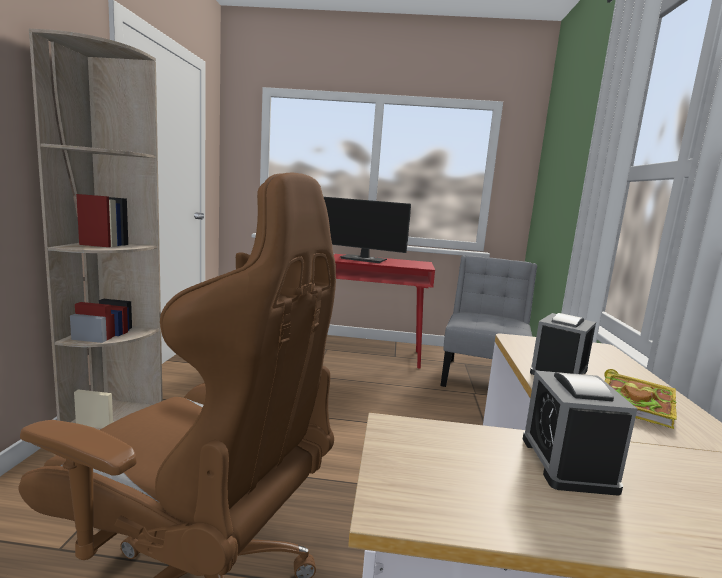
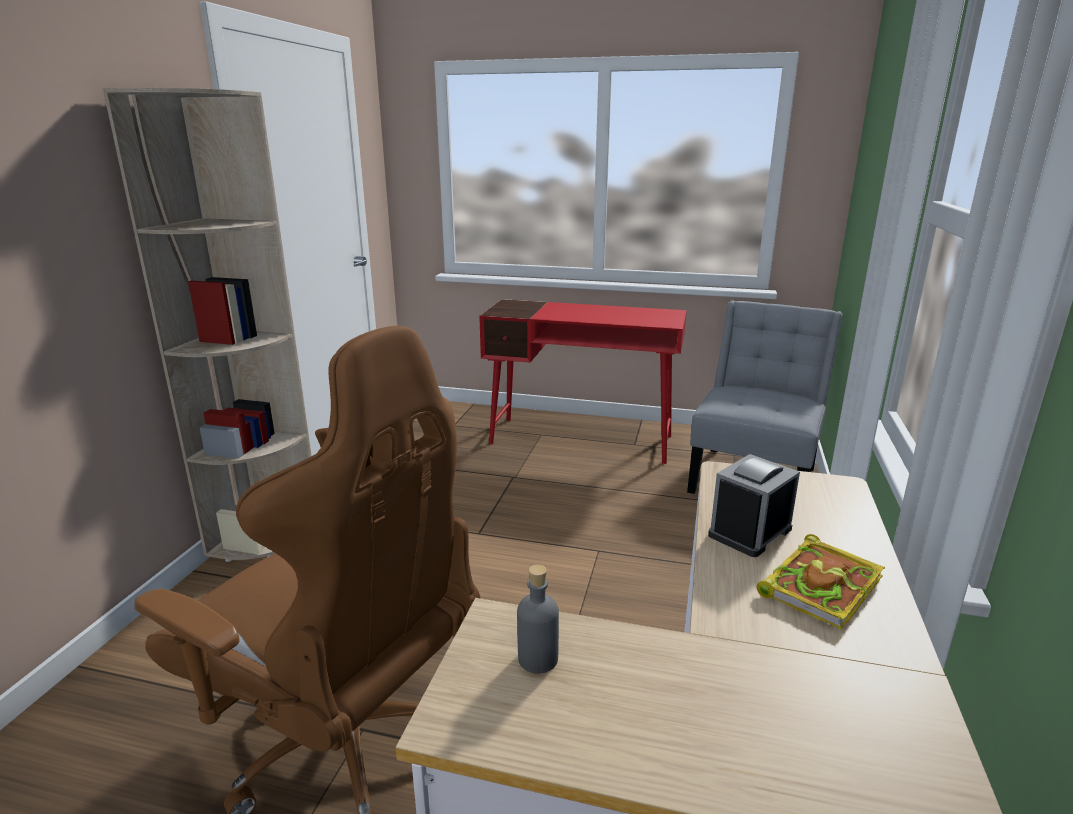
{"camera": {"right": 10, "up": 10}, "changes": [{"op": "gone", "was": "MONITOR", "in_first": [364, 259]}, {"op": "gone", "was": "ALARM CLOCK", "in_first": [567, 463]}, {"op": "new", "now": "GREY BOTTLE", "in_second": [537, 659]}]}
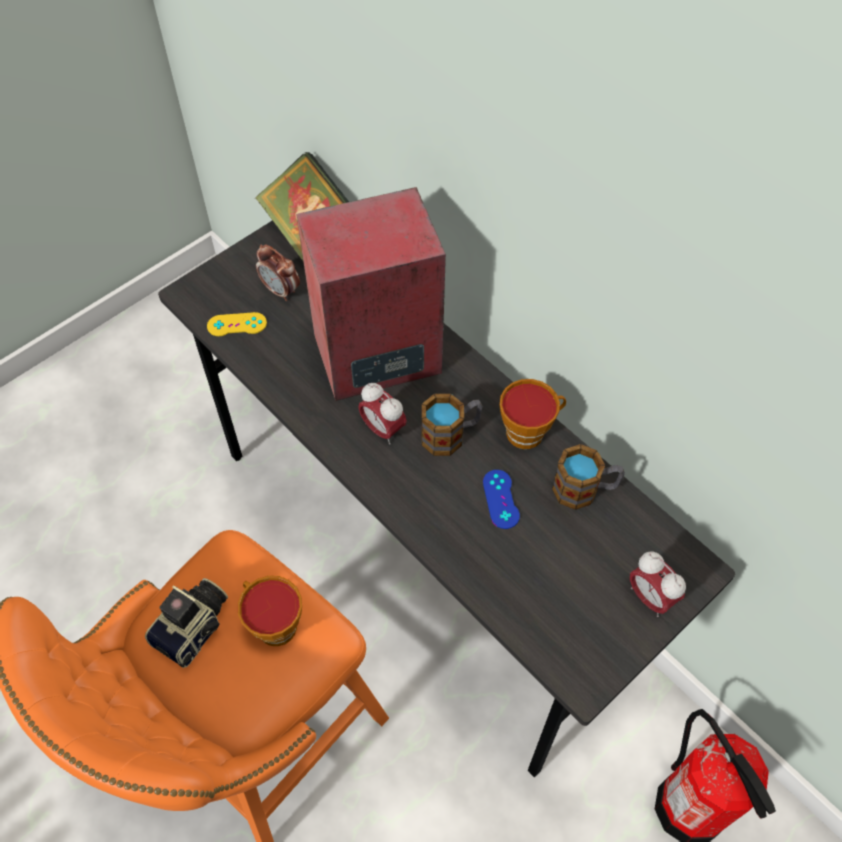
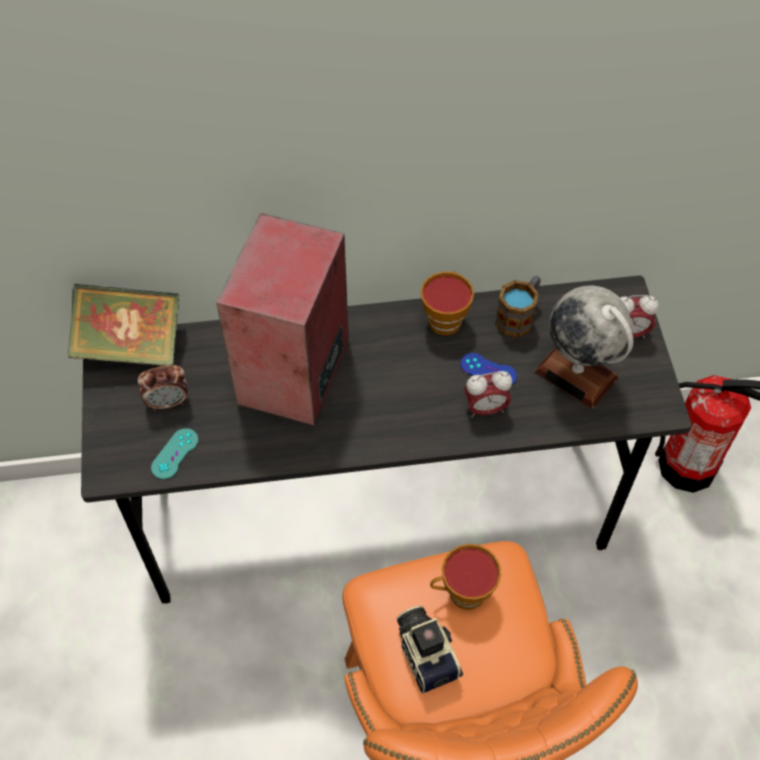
{"camera": {"right": -55, "up": 0}, "changes": [{"op": "repainted", "was": "YELLOW GAME CONTROLLER", "now": "TURQUOISE GAME CONTROLLER", "in_first": [237, 324], "in_second": [175, 454]}, {"op": "shifted", "was": "ALARM CLOCK", "in_first": [383, 429], "in_second": [485, 408]}, {"op": "gone", "was": "MUG", "in_first": [451, 434]}, {"op": "new", "now": "GLOBE", "in_second": [576, 374]}]}
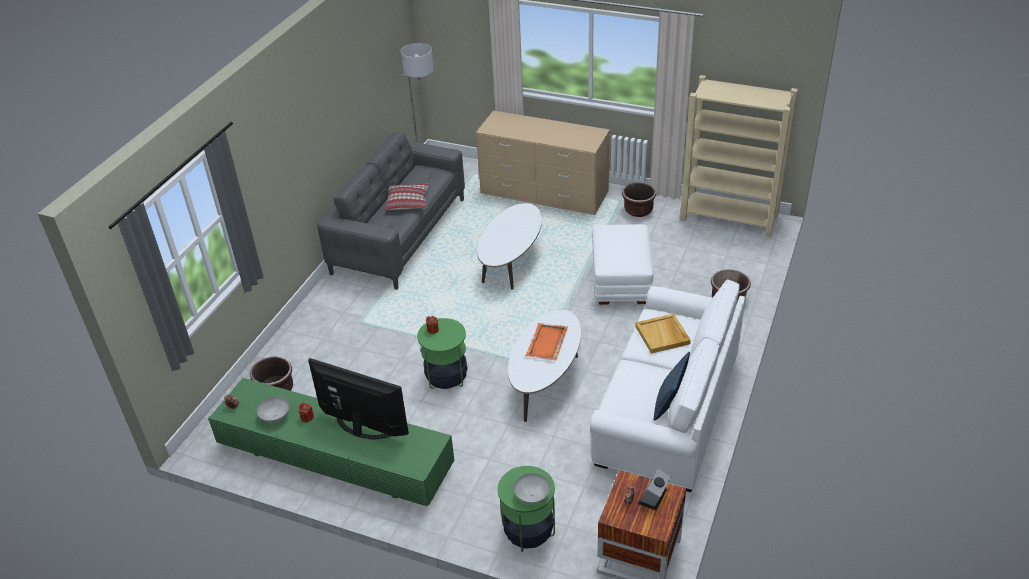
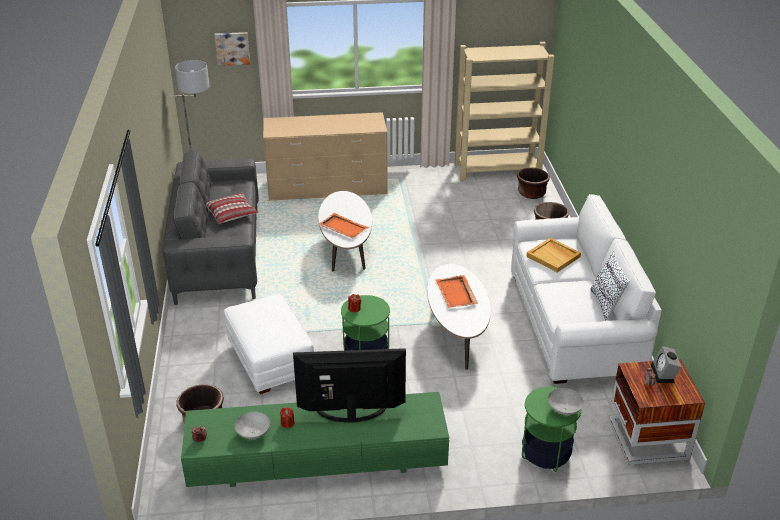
{"camera": {"right": -30, "up": -5}, "changes": [{"op": "shifted", "was": "BROWN PLANTER", "in_first": [638, 210], "in_second": [531, 193]}, {"op": "shifted", "was": "WHITE OTTOMAN", "in_first": [621, 281], "in_second": [270, 361]}, {"op": "repainted", "was": "BLUE PILLOW", "now": "WHITE PILLOW", "in_first": [669, 404], "in_second": [605, 304]}, {"op": "new", "now": "PICTURE", "in_second": [232, 48]}, {"op": "new", "now": "ORANGE TRAY", "in_second": [343, 227]}]}
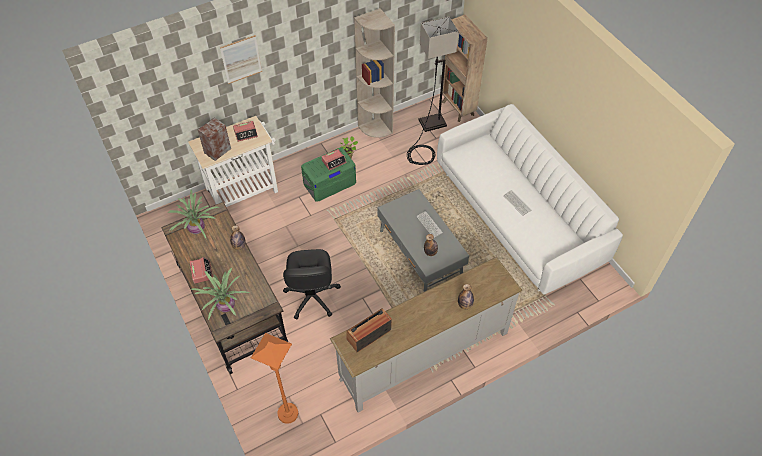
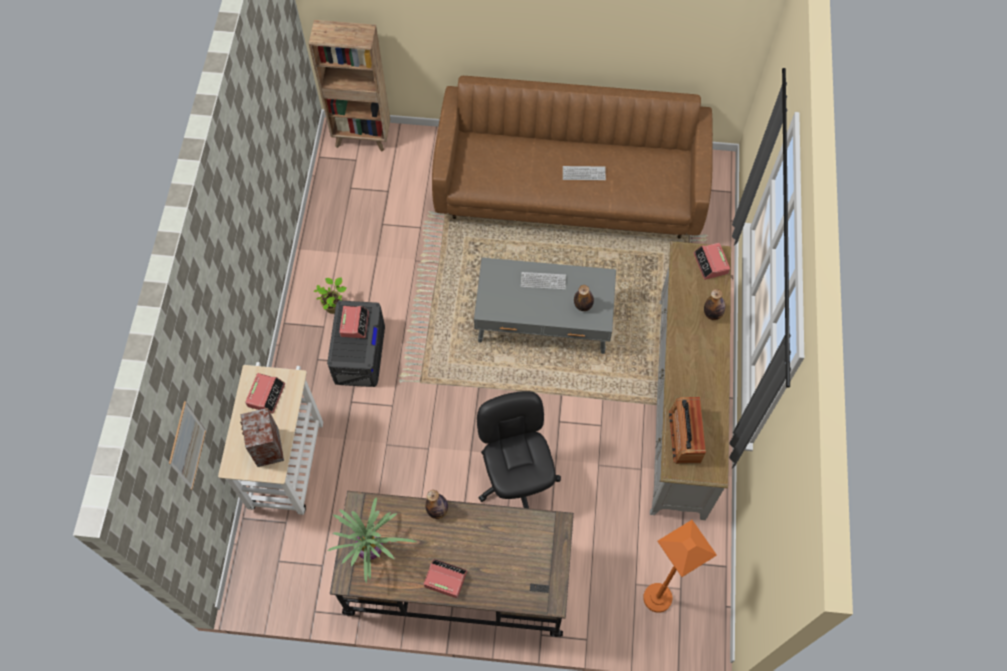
{"camera": {"right": -55, "up": 10}, "changes": [{"op": "gone", "was": "BEIGE BOOKCASE", "in_first": [375, 131]}, {"op": "gone", "was": "FLOOR LAMP", "in_first": [425, 140]}, {"op": "shifted", "was": "PICTURE", "in_first": [241, 59], "in_second": [187, 446]}, {"op": "repainted", "was": "WHITE SOFA", "now": "BROWN SOFA", "in_first": [517, 217], "in_second": [570, 188]}, {"op": "repainted", "was": "GREEN STORAGE BOX", "now": "GREY STORAGE BOX", "in_first": [329, 183], "in_second": [359, 352]}, {"op": "rotated", "was": "BLACK OFFICE CHAIR", "in_first": [312, 297], "in_second": [516, 477], "clockwise": -135}, {"op": "gone", "was": "POTTED PLANT", "in_first": [225, 306]}, {"op": "new", "now": "ALARM CLOCK", "in_second": [711, 263]}]}
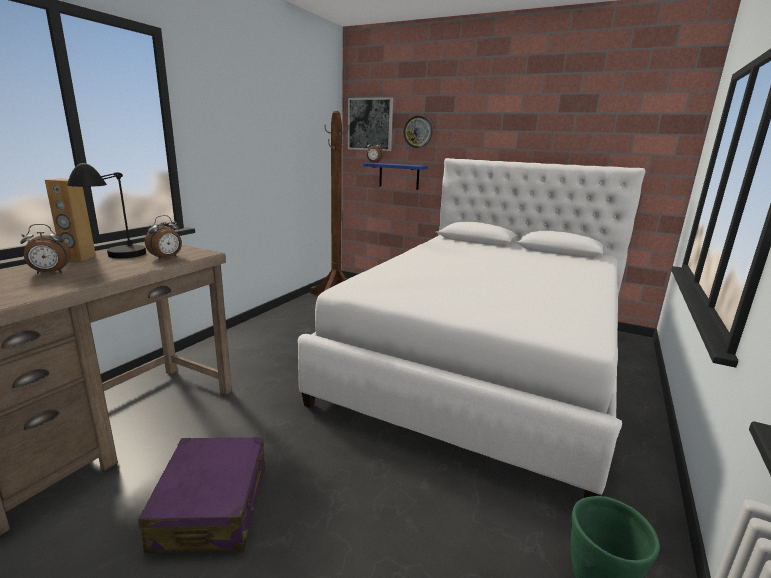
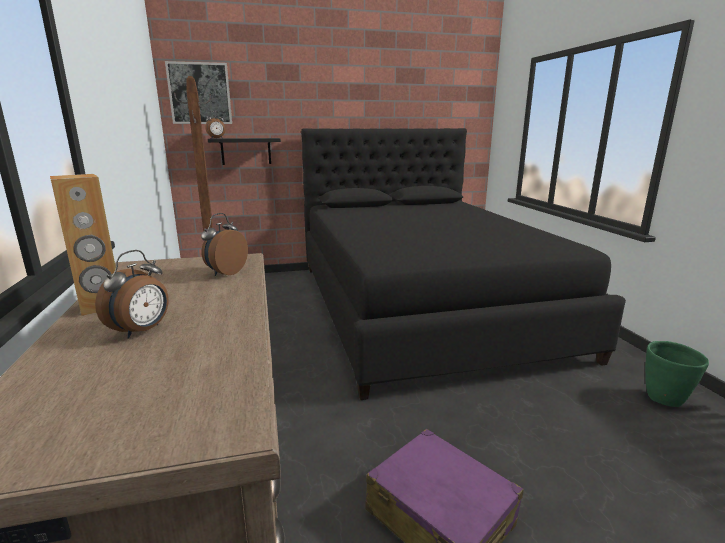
{"camera": {"right": -40, "up": 0}, "changes": [{"op": "gone", "was": "WALL CLOCK", "in_first": [418, 132]}, {"op": "repainted", "was": "WHITE BED", "now": "BLACK BED", "in_first": [485, 360], "in_second": [422, 306]}, {"op": "gone", "was": "BLACK TABLE LAMP", "in_first": [118, 262]}, {"op": "repainted", "was": "BLUE SHELF", "now": "BLACK SHELF", "in_first": [399, 176], "in_second": [246, 151]}, {"op": "rotated", "was": "ALARM CLOCK", "in_first": [167, 258], "in_second": [225, 272], "clockwise": -150}]}
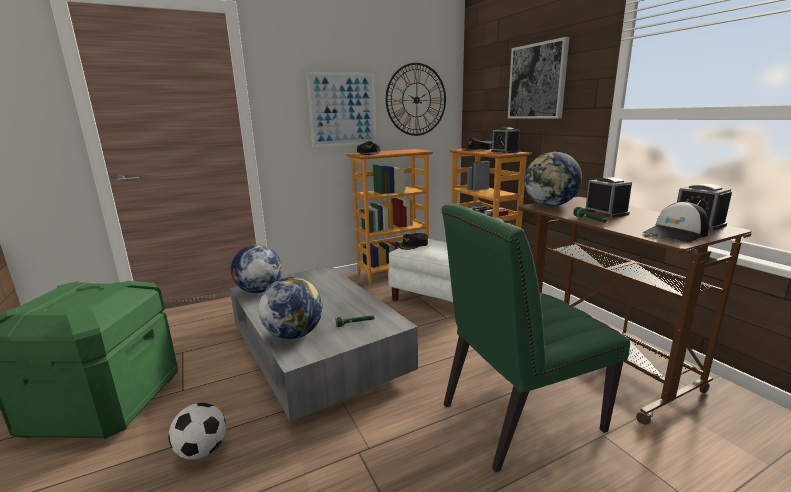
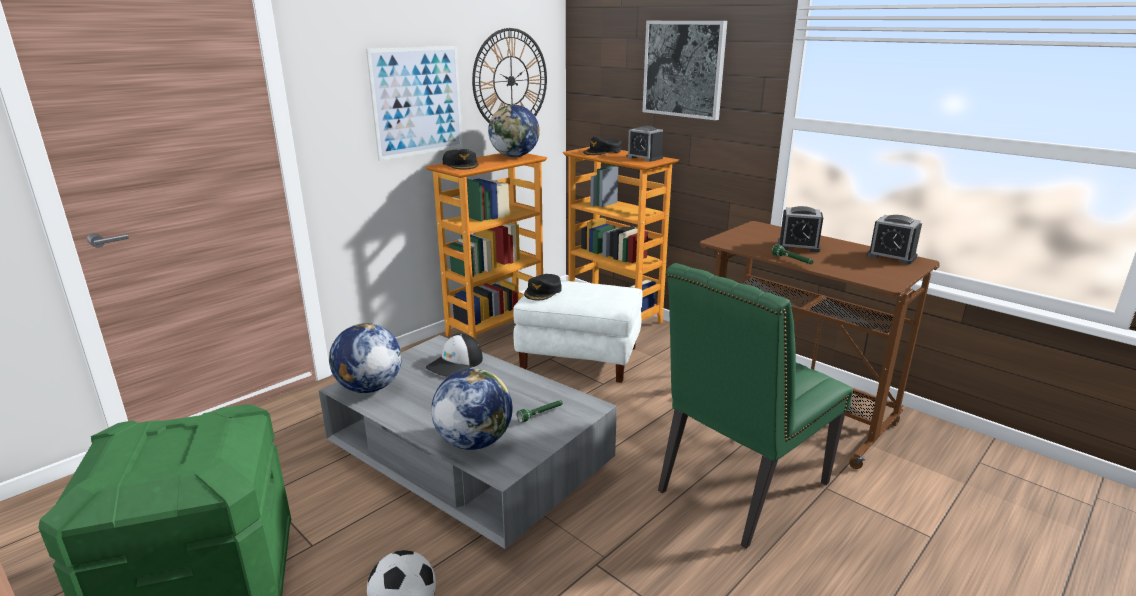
{"camera": {"right": -20, "up": 5}, "changes": [{"op": "shifted", "was": "GLOBE", "in_first": [550, 205], "in_second": [515, 156]}, {"op": "rotated", "was": "ALARM CLOCK", "in_first": [605, 212], "in_second": [798, 246], "clockwise": 150}, {"op": "shifted", "was": "CAP", "in_first": [675, 233], "in_second": [455, 364]}]}
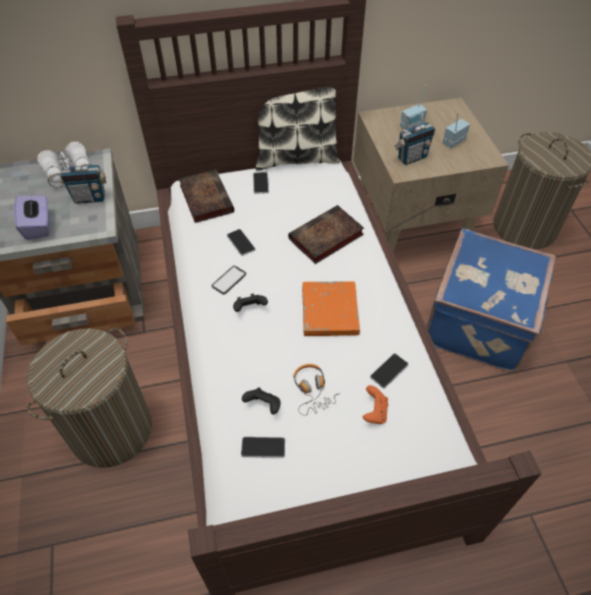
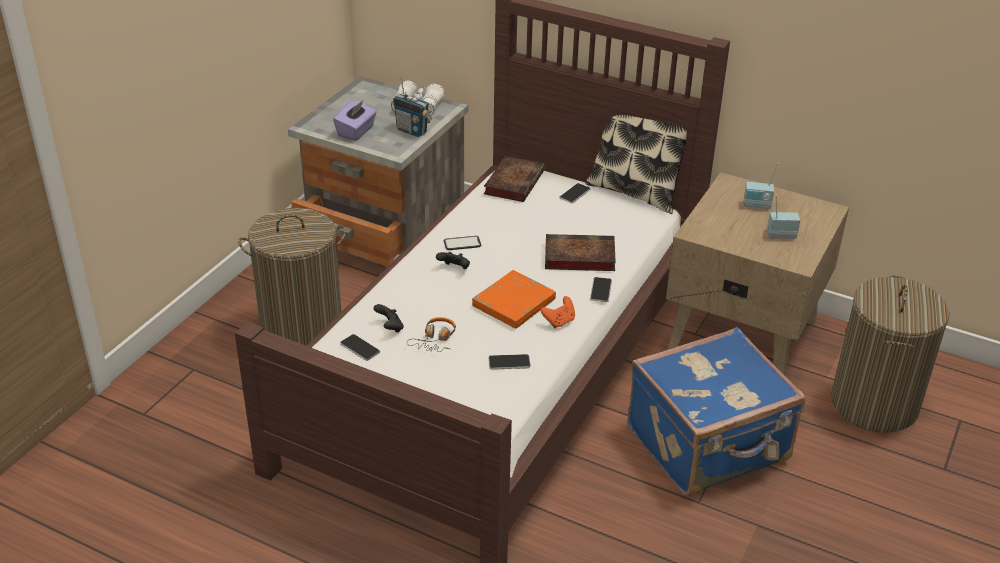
{"camera": {"right": 40, "up": -15}, "changes": [{"op": "gone", "was": "RADIO", "in_first": [411, 158]}, {"op": "shifted", "was": "PHONE", "in_first": [241, 243], "in_second": [601, 290]}, {"op": "shifted", "was": "ORANGE GAME CONTROLLER", "in_first": [374, 412], "in_second": [559, 321]}]}
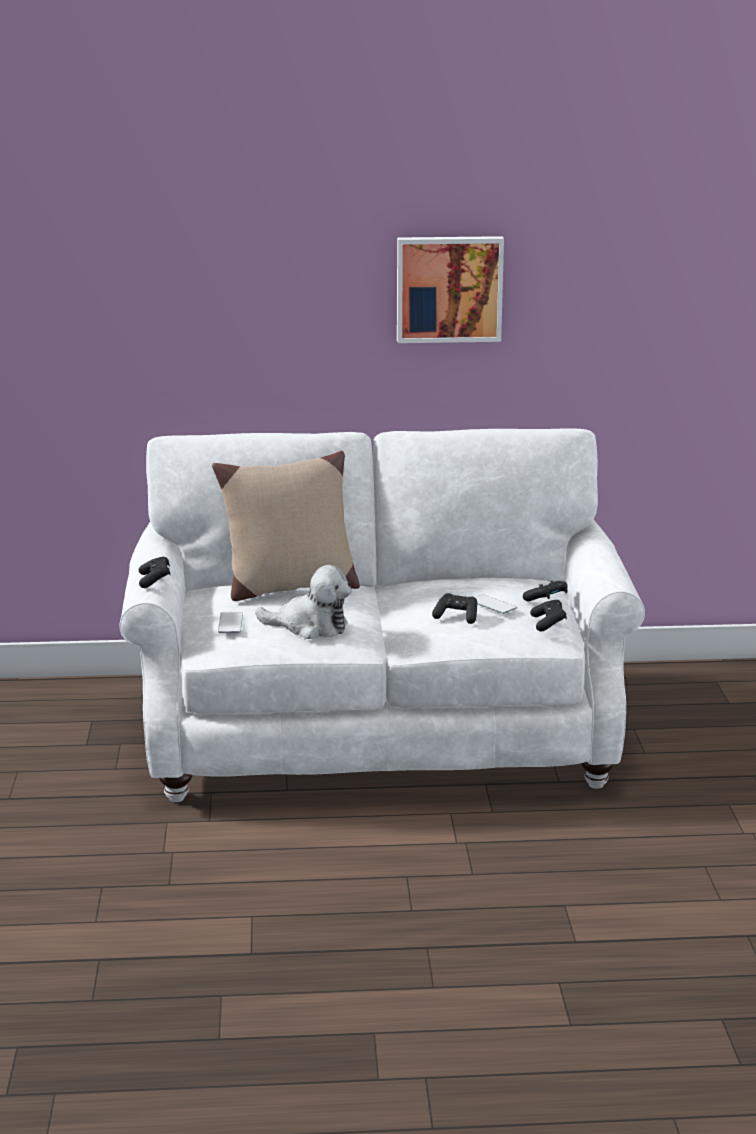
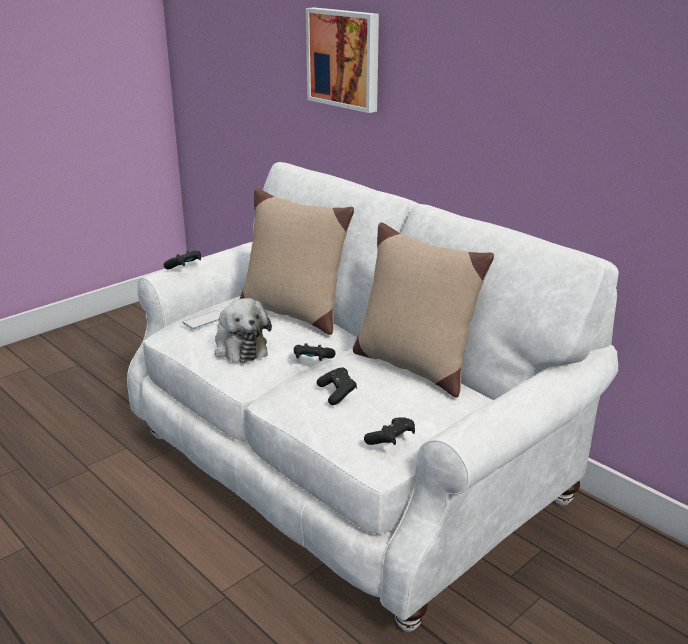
{"camera": {"right": 50, "up": 5}, "changes": [{"op": "shifted", "was": "PICTURE", "in_first": [449, 288], "in_second": [345, 58]}, {"op": "shifted", "was": "BLACK GAME CONTROLLER", "in_first": [546, 599], "in_second": [312, 360]}, {"op": "gone", "was": "PHONE", "in_first": [492, 605]}, {"op": "new", "now": "BEIGE PILLOW", "in_second": [413, 366]}]}
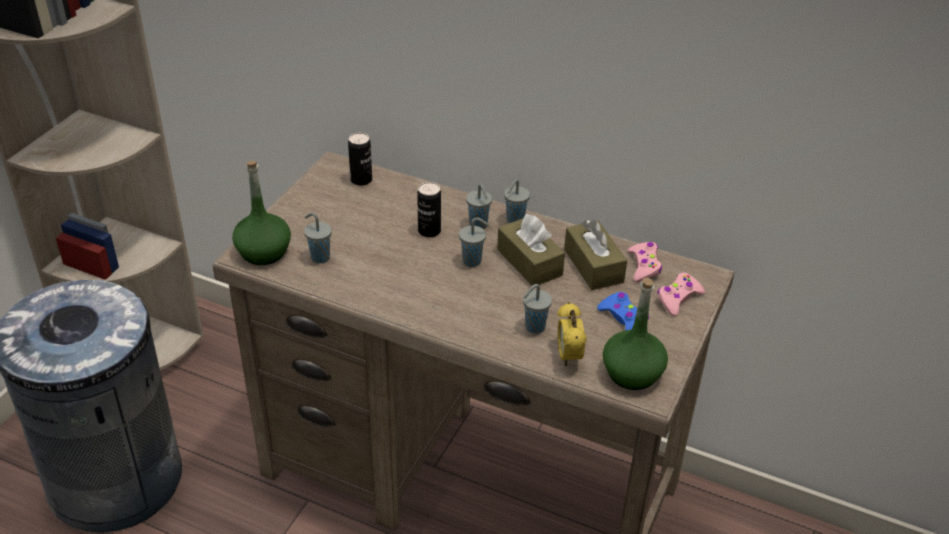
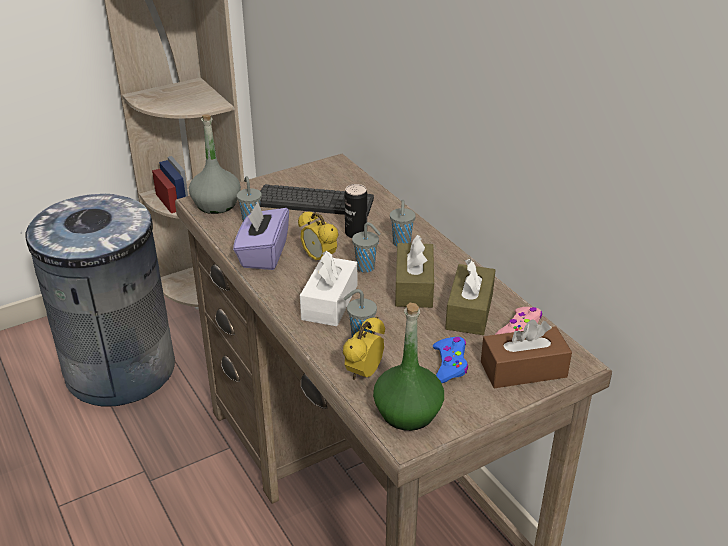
{"camera": {"right": 35, "up": -5}, "changes": [{"op": "gone", "was": "CAN", "in_first": [361, 180]}, {"op": "repainted", "was": "GREEN BOTTLE", "now": "GREY BOTTLE", "in_first": [263, 252], "in_second": [216, 204]}, {"op": "gone", "was": "GREY CUP", "in_first": [514, 221]}, {"op": "swapped", "was": "PINK GAME CONTROLLER", "now": "BROWN TISSUE BOX", "in_first": [678, 298], "in_second": [523, 369]}, {"op": "new", "now": "KEYBOARD", "in_second": [314, 202]}, {"op": "new", "now": "PURPLE TISSUE BOX", "in_second": [263, 254]}, {"op": "new", "now": "ALARM CLOCK", "in_second": [319, 259]}, {"op": "new", "now": "WHITE TISSUE BOX", "in_second": [329, 302]}]}
